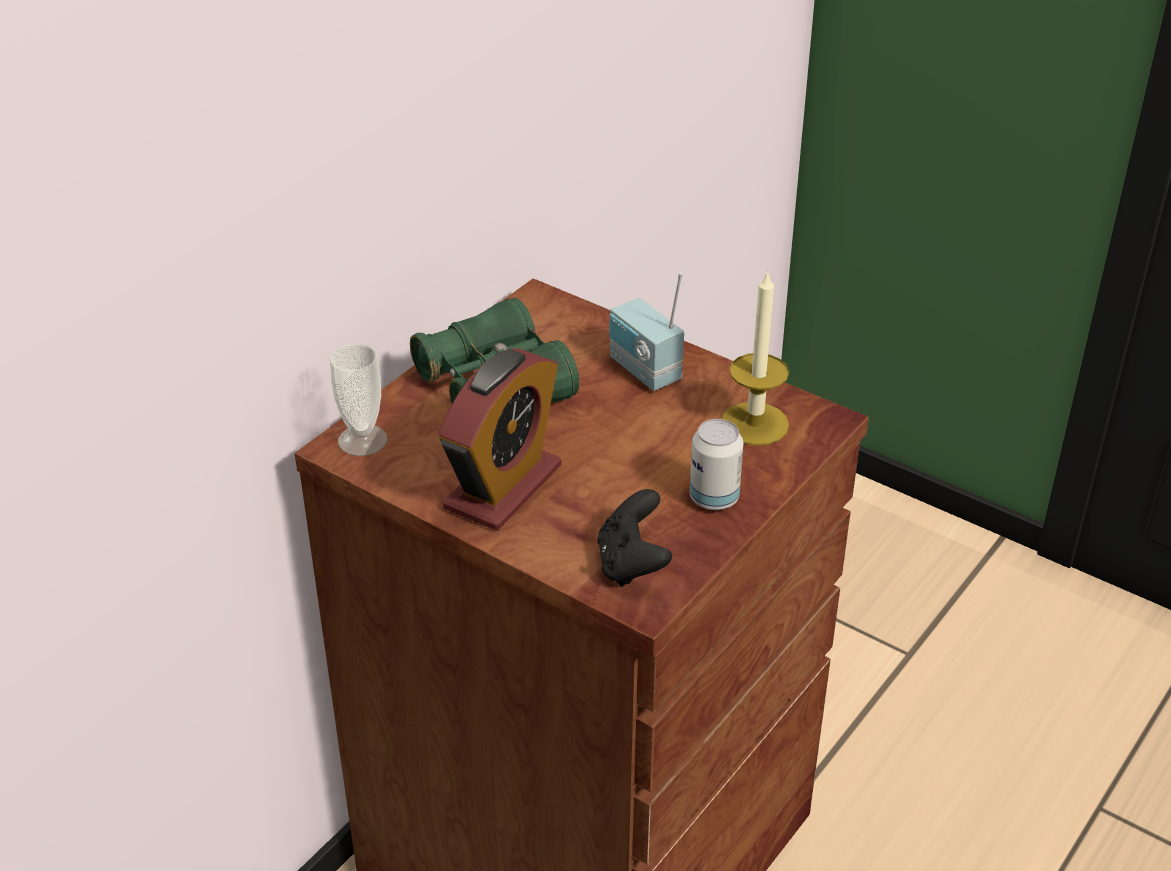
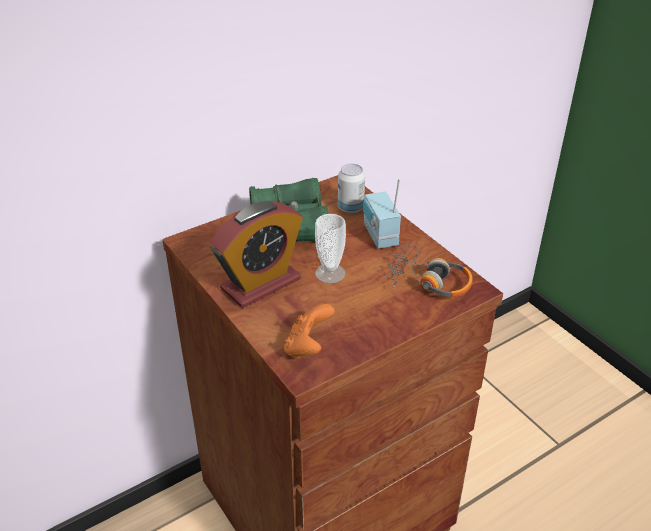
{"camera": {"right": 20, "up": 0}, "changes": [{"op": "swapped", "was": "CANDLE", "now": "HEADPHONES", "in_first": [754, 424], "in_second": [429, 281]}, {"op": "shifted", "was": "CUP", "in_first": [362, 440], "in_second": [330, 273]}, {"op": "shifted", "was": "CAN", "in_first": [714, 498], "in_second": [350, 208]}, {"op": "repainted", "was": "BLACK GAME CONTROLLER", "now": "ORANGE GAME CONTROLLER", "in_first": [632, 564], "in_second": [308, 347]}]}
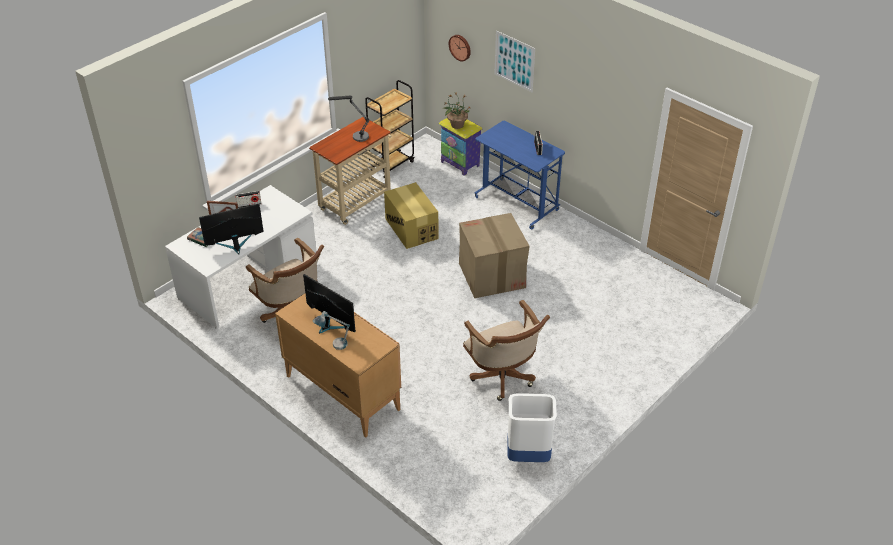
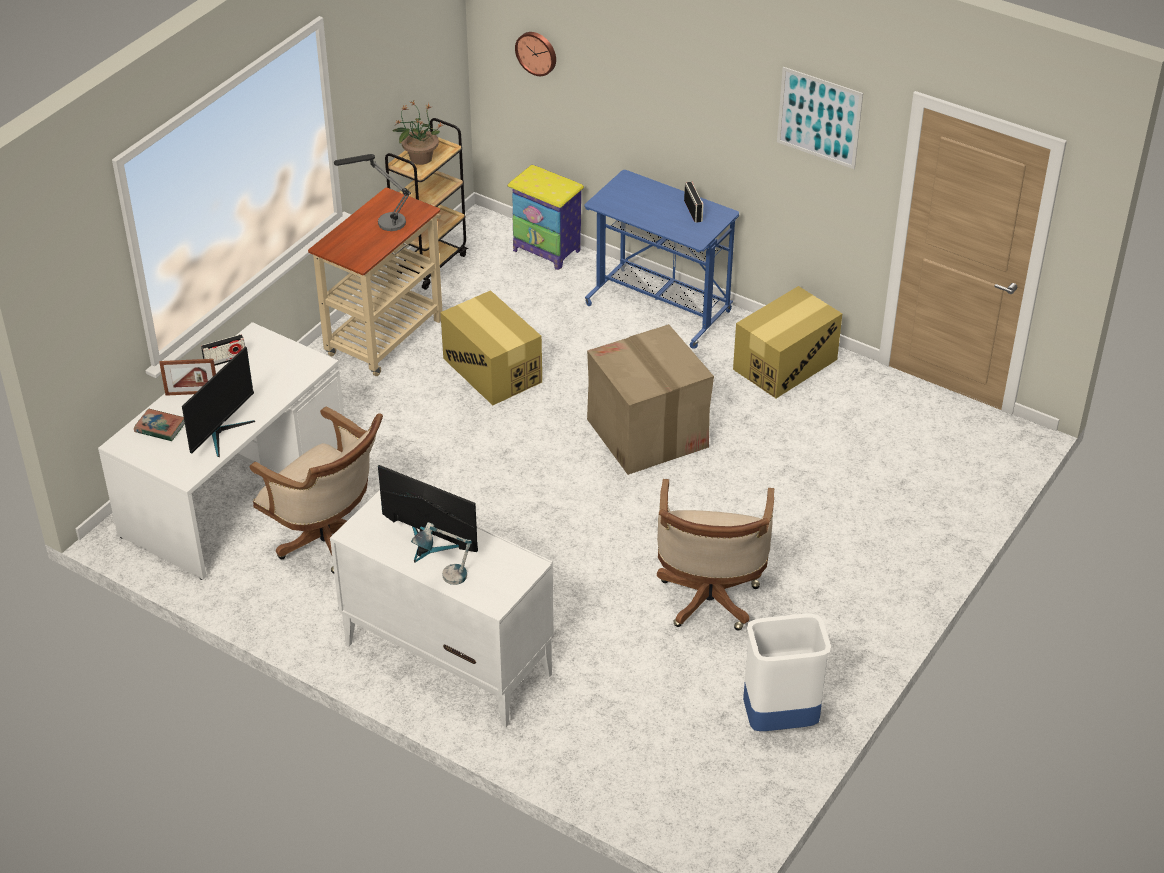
{"camera": {"right": -10, "up": 0}, "changes": [{"op": "shifted", "was": "PICTURE", "in_first": [514, 61], "in_second": [819, 117]}, {"op": "shifted", "was": "POTTED PLANT", "in_first": [456, 125], "in_second": [420, 158]}, {"op": "rotated", "was": "MONITOR", "in_first": [235, 245], "in_second": [222, 432], "clockwise": 150}, {"op": "repainted", "was": "BROWN CABINET", "now": "WHITE CABINET", "in_first": [342, 392], "in_second": [448, 658]}, {"op": "rotated", "was": "OFFICE CHAIR", "in_first": [503, 379], "in_second": [709, 602], "clockwise": 45}, {"op": "new", "now": "CARDBOARD BOX", "in_second": [785, 364]}]}
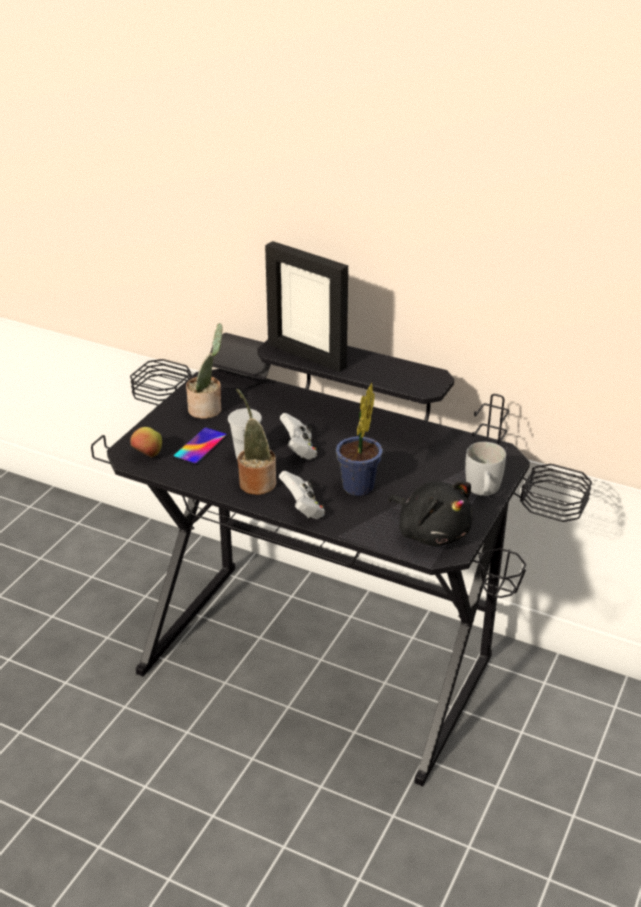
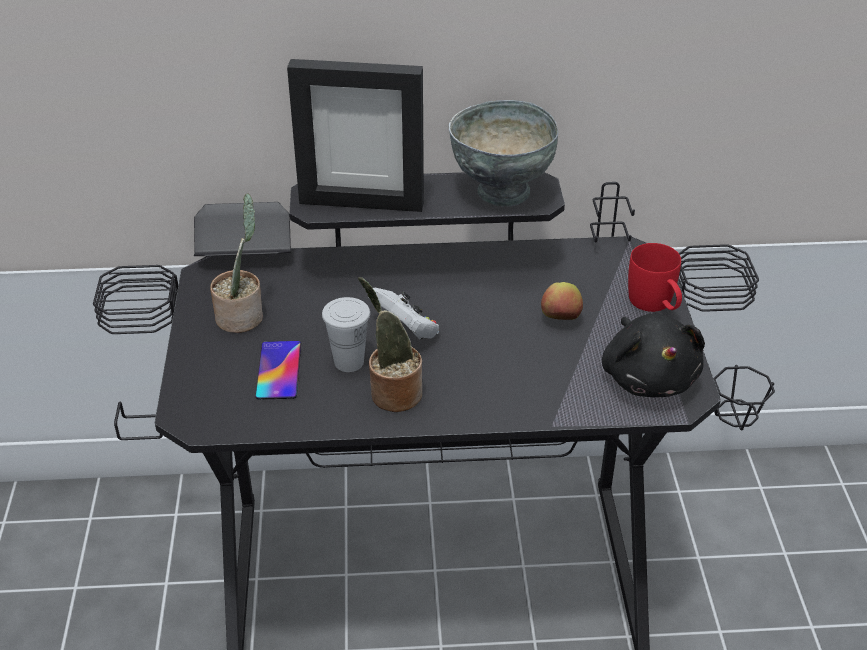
{"camera": {"right": -30, "up": 5}, "changes": [{"op": "gone", "was": "POTTED PLANT", "in_first": [357, 489]}, {"op": "shifted", "was": "APPLE", "in_first": [148, 455], "in_second": [560, 319]}, {"op": "repainted", "was": "WHITE MUG", "now": "RED MUG", "in_first": [483, 491], "in_second": [655, 305]}, {"op": "gone", "was": "WHITE GAME CONTROLLER", "in_first": [303, 509]}, {"op": "rotated", "was": "BLACK PLUSH TOY", "in_first": [431, 532], "in_second": [648, 377], "clockwise": 60}, {"op": "new", "now": "GREY BOWL", "in_second": [501, 193]}]}
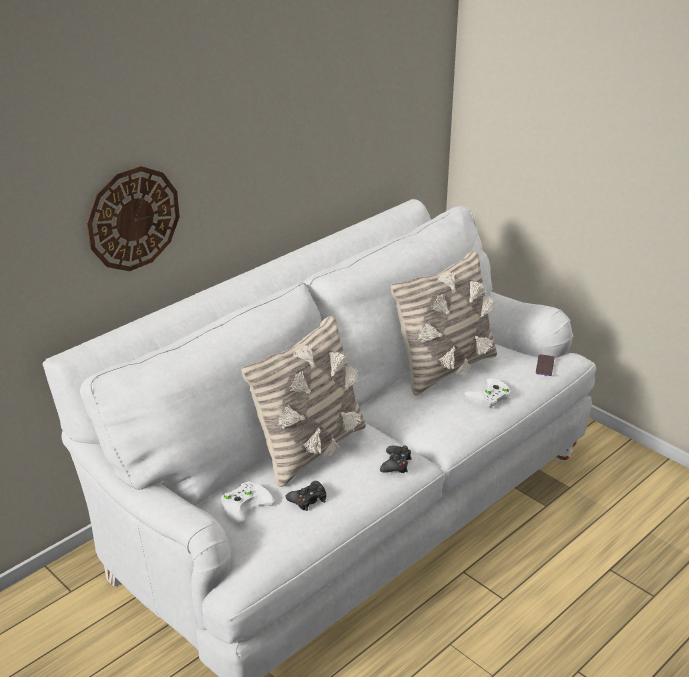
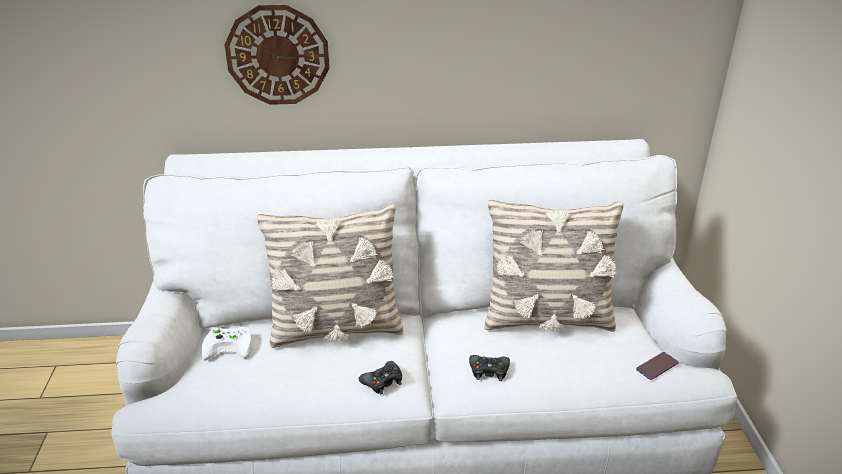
{"camera": {"right": 40, "up": 0}, "changes": [{"op": "gone", "was": "WHITE GAME CONTROLLER", "in_first": [489, 397]}, {"op": "shifted", "was": "BLACK GAME CONTROLLER", "in_first": [308, 499], "in_second": [489, 371]}]}
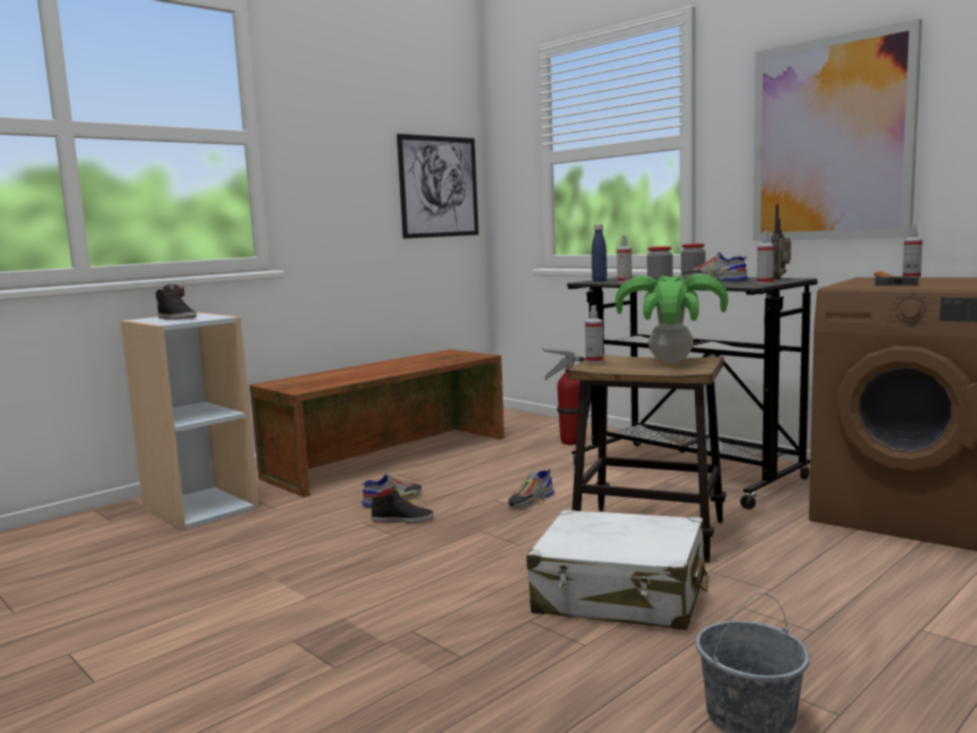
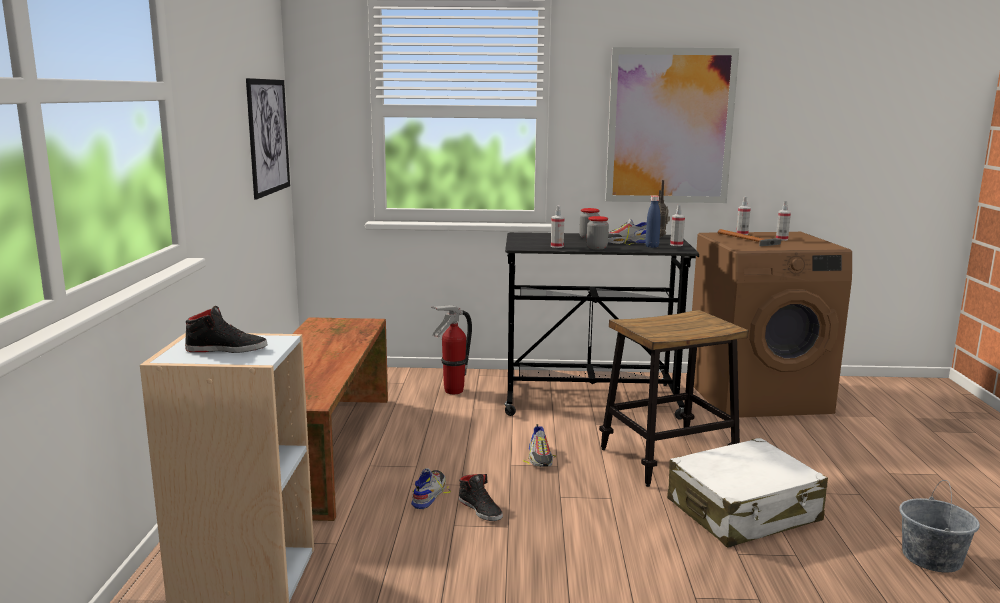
{"camera": {"right": -45, "up": 5}, "changes": [{"op": "shifted", "was": "BLUE BOTTLE", "in_first": [599, 281], "in_second": [652, 246]}, {"op": "gone", "was": "POTTED PLANT", "in_first": [670, 361]}, {"op": "shifted", "was": "SPRAY BOTTLE", "in_first": [594, 361], "in_second": [781, 239]}, {"op": "rotated", "was": "BLACK SHOE", "in_first": [403, 519], "in_second": [480, 509], "clockwise": 90}]}
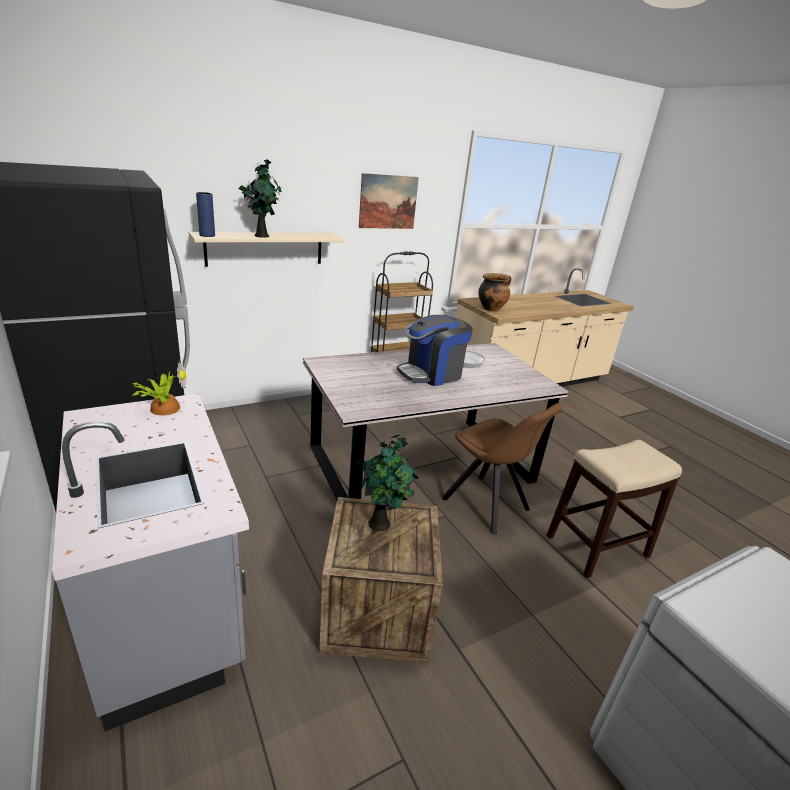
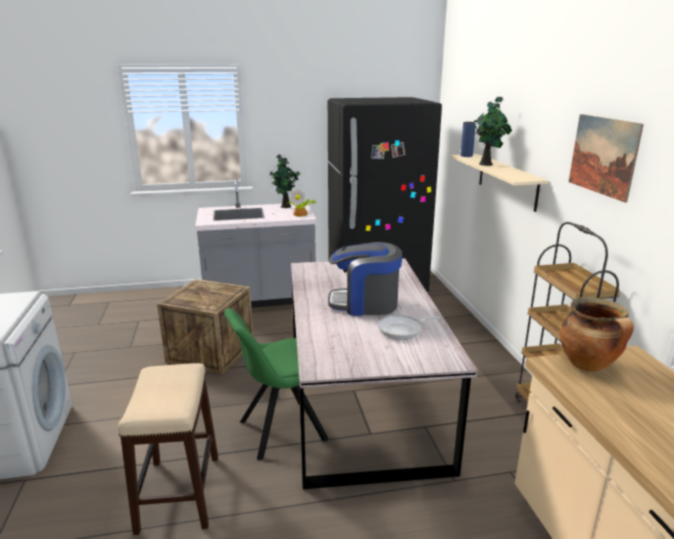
{"camera": {"right": 110, "up": -5}, "changes": [{"op": "rotated", "was": "COFFEE MACHINE", "in_first": [431, 374], "in_second": [365, 303], "clockwise": -75}, {"op": "repainted", "was": "BROWN CHAIR", "now": "GREEN CHAIR", "in_first": [486, 504], "in_second": [281, 430]}, {"op": "shifted", "was": "POTTED PLANT", "in_first": [381, 523], "in_second": [285, 206]}]}
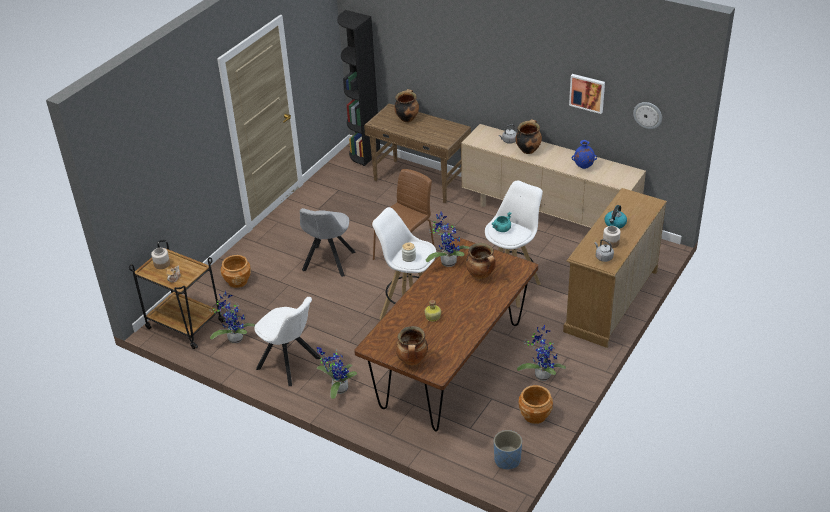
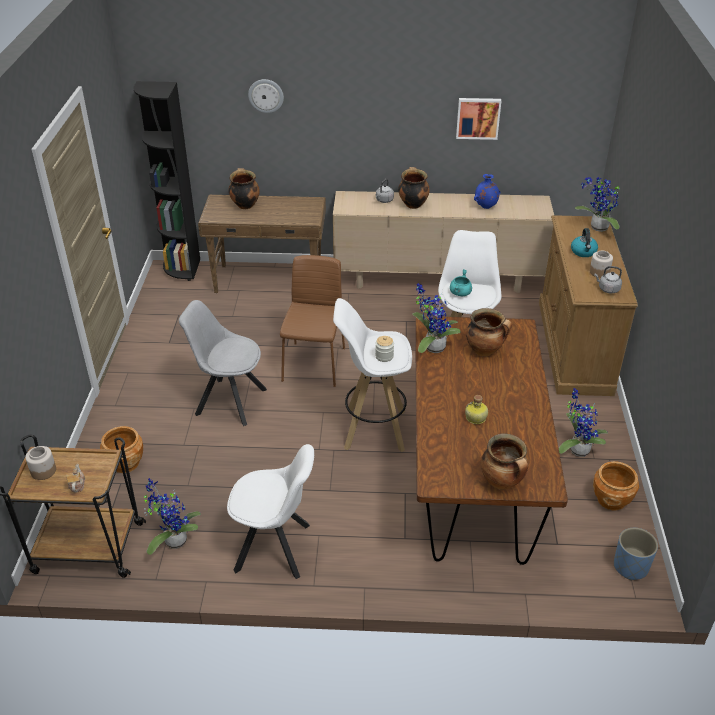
{"camera": {"right": -30, "up": 0}, "changes": [{"op": "shifted", "was": "WALL CLOCK", "in_first": [648, 115], "in_second": [266, 95]}, {"op": "rotated", "was": "GREY CHAIR", "in_first": [328, 262], "in_second": [229, 401], "clockwise": 120}, {"op": "shifted", "was": "POTTED PLANT", "in_first": [338, 388], "in_second": [597, 228]}]}
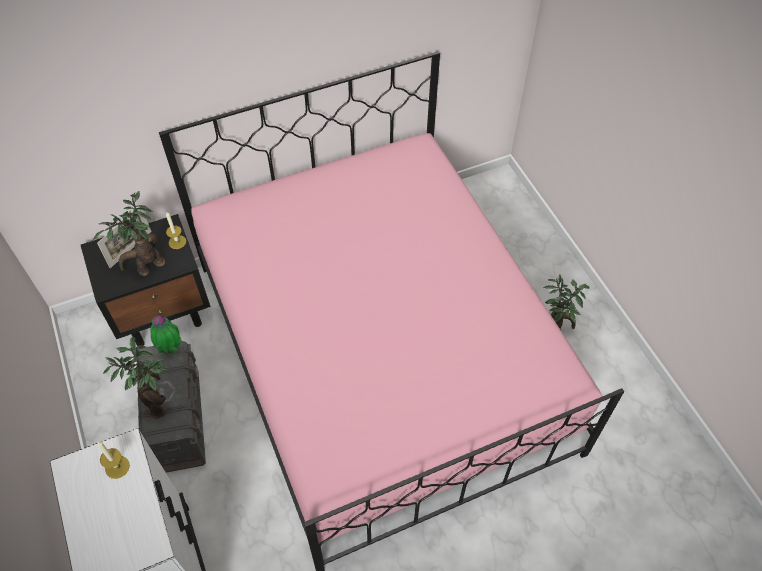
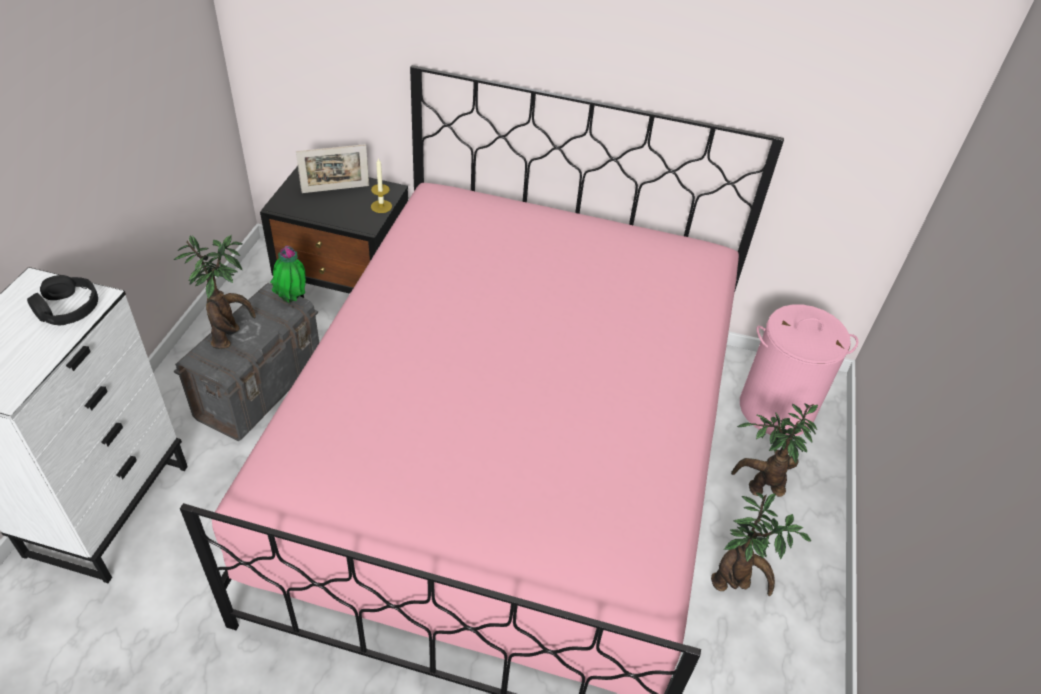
{"camera": {"right": 35, "up": -10}, "changes": [{"op": "shifted", "was": "POTTED PLANT", "in_first": [146, 266], "in_second": [760, 487]}, {"op": "swapped", "was": "CANDLE", "now": "BLACK HEADPHONES", "in_first": [117, 467], "in_second": [67, 308]}, {"op": "new", "now": "PINK LAUNDRY BASKET", "in_second": [776, 409]}]}
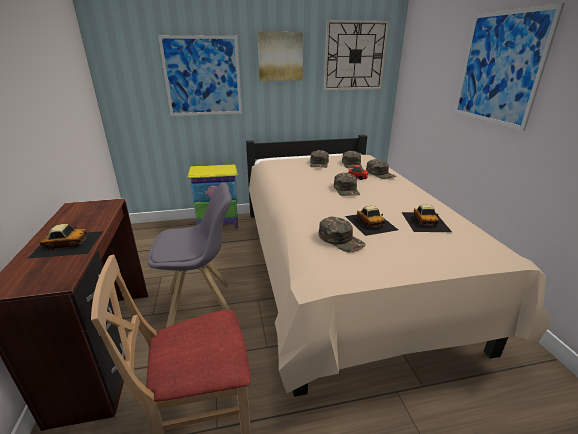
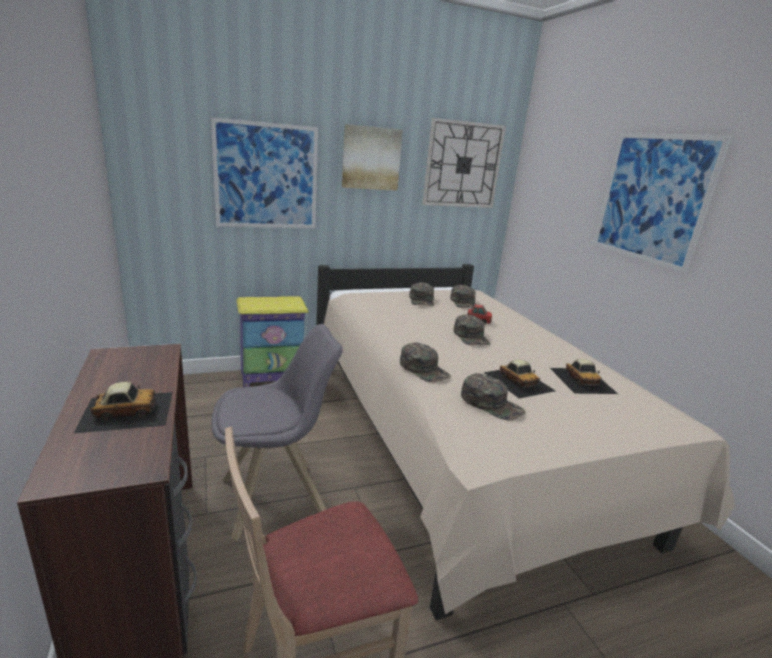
{"camera": {"right": -10, "up": -5}, "changes": [{"op": "shifted", "was": "GREEN CAP", "in_first": [380, 174], "in_second": [424, 369]}]}
